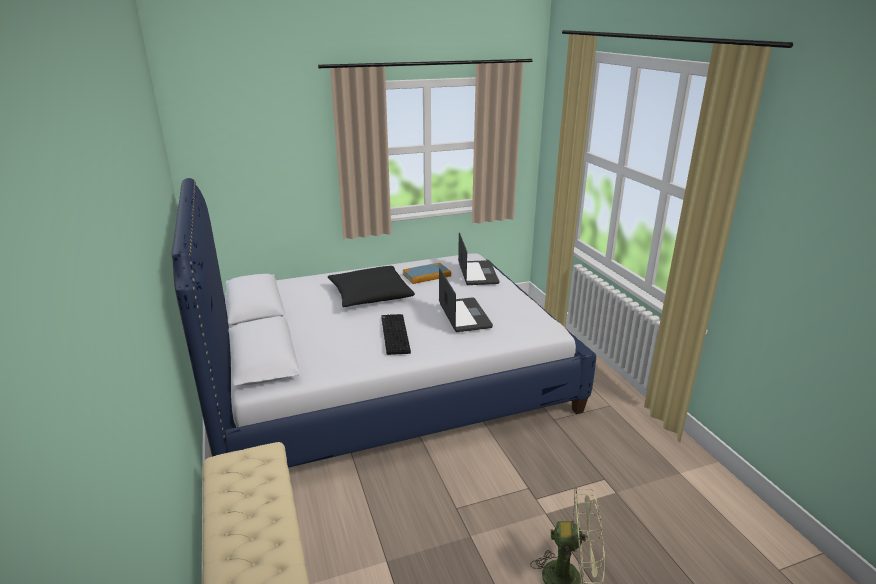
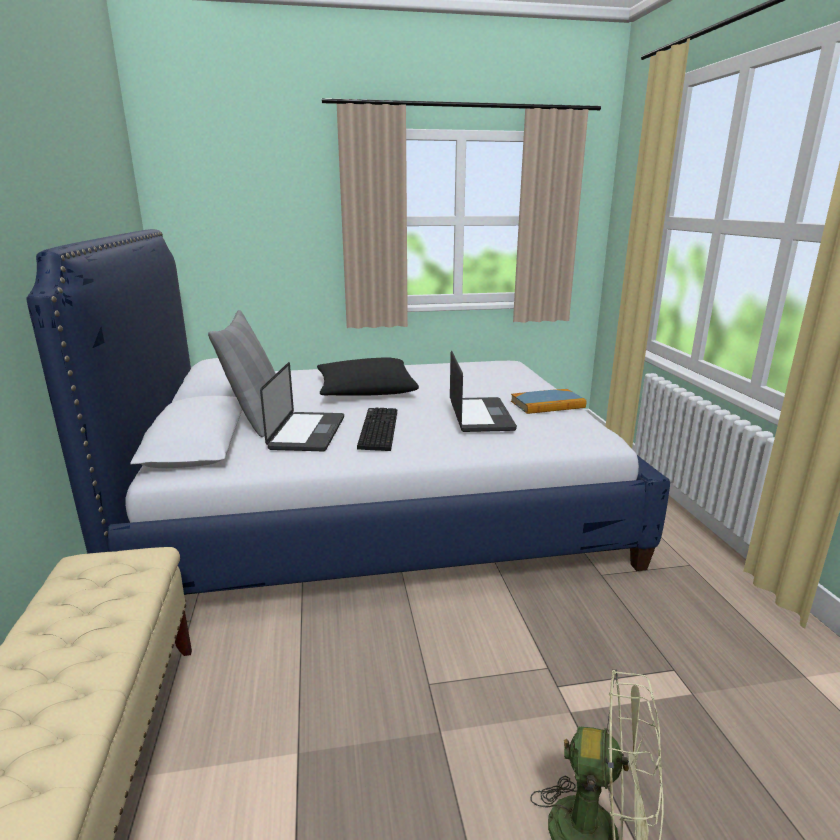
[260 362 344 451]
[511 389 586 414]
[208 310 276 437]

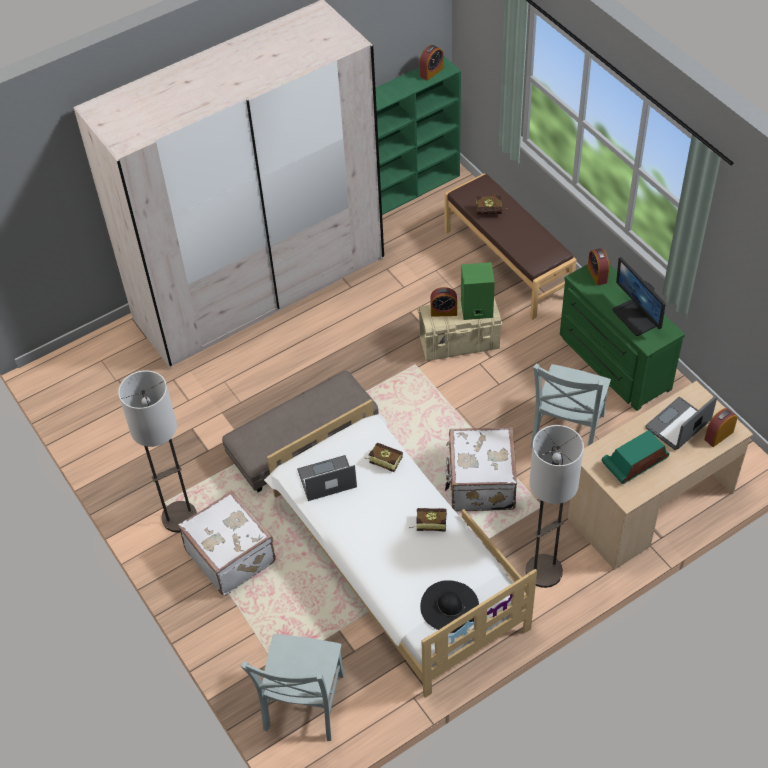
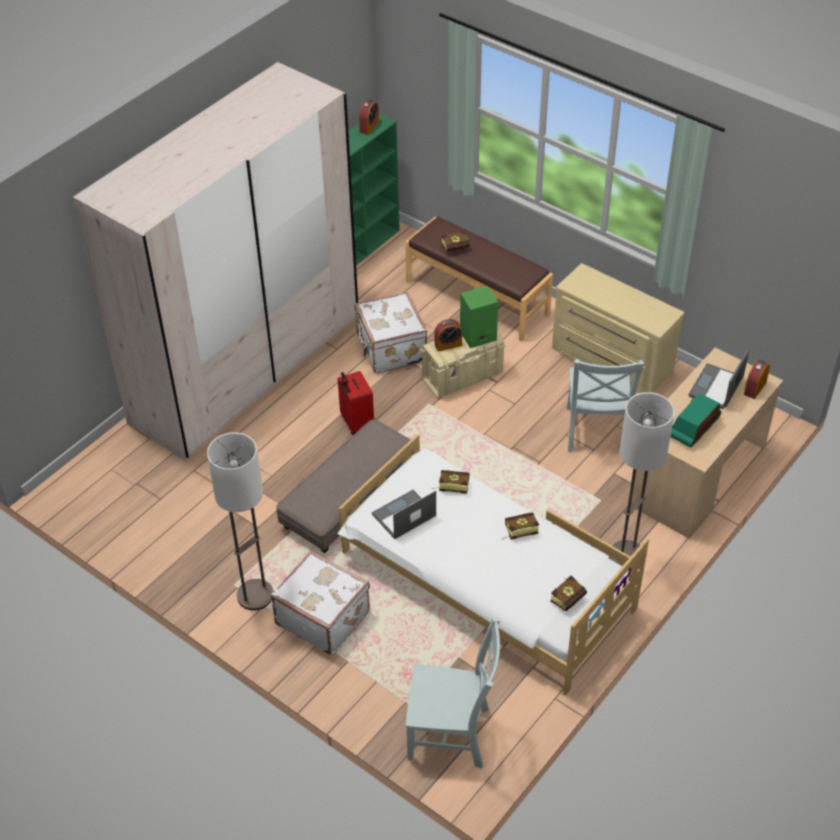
[587 248 609 286] (first image)
[612 257 666 336] (first image)
[552 263 685 393]
[355 292 427 373]
[550 575 587 611]
[406 617 500 769]
[338 371 374 435]

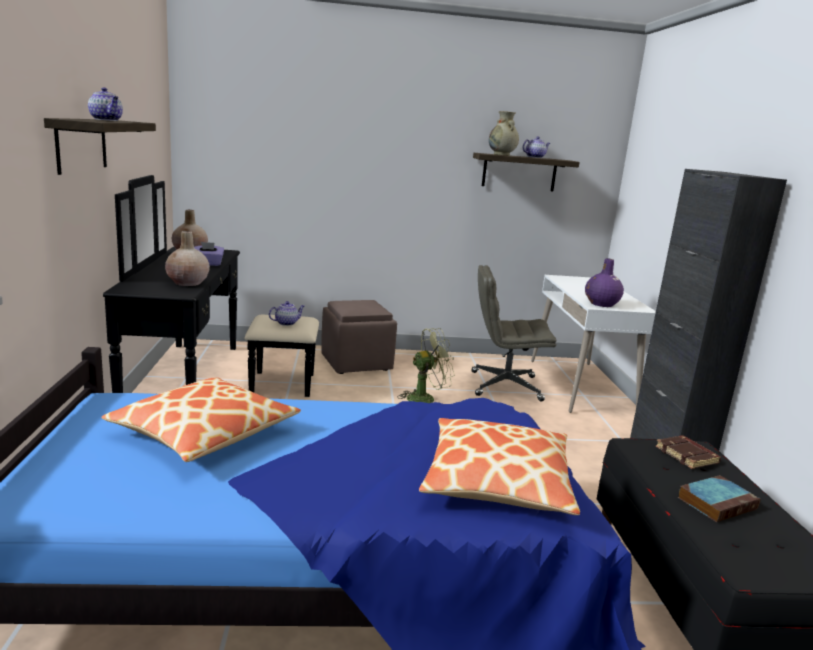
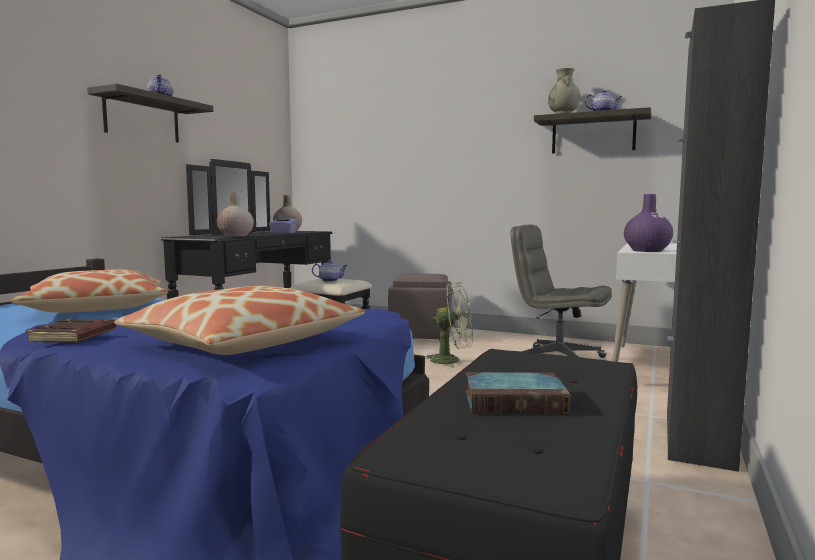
[26 318 116 343]

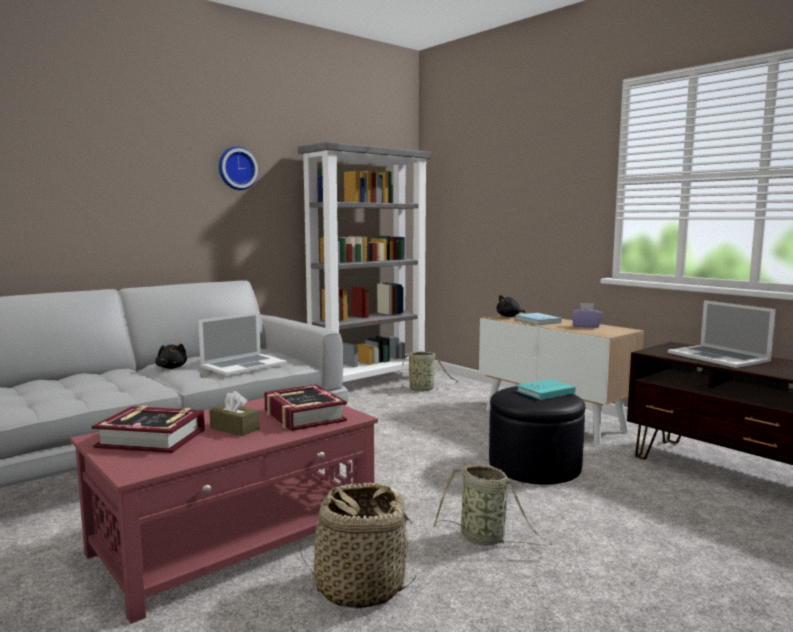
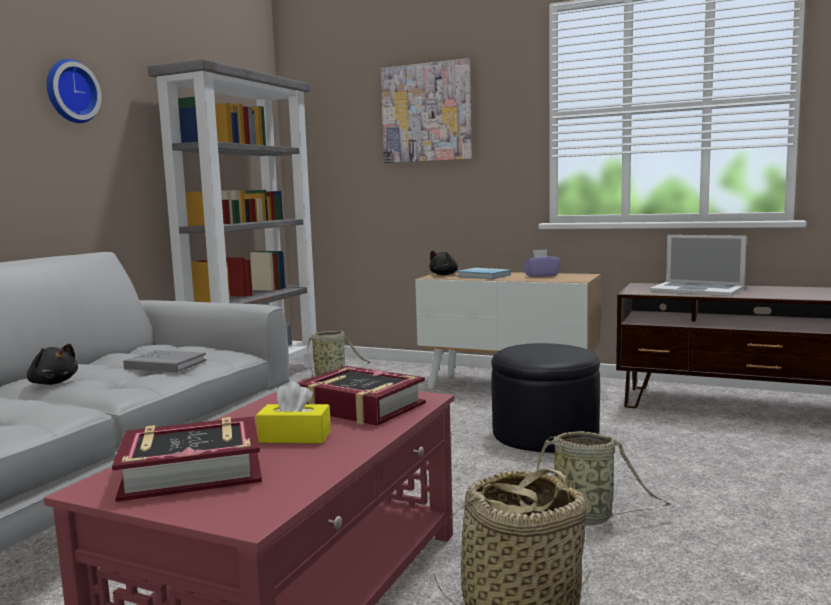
[123 350 206 373]
[516 379 575 400] (first image)
[256 381 331 443]
[381 58 472 163]

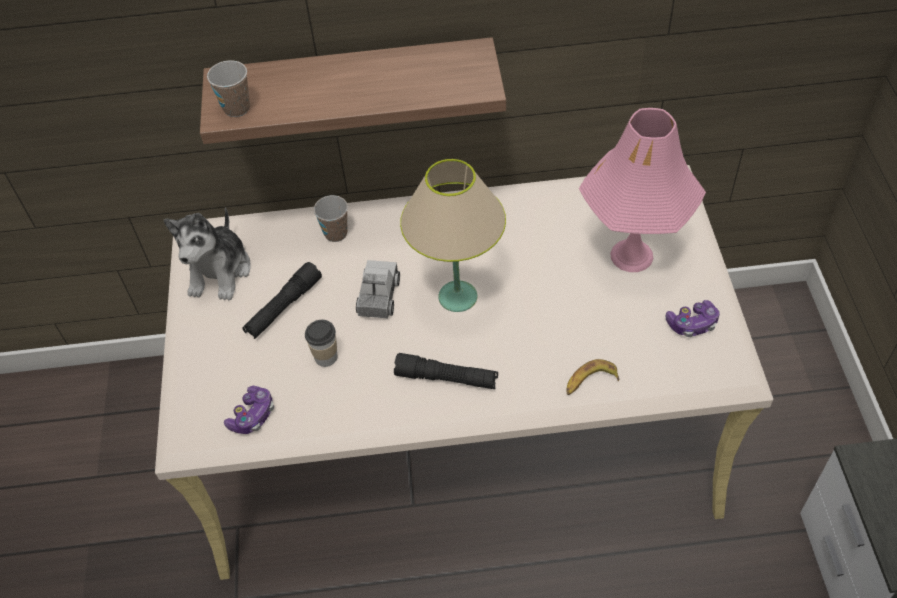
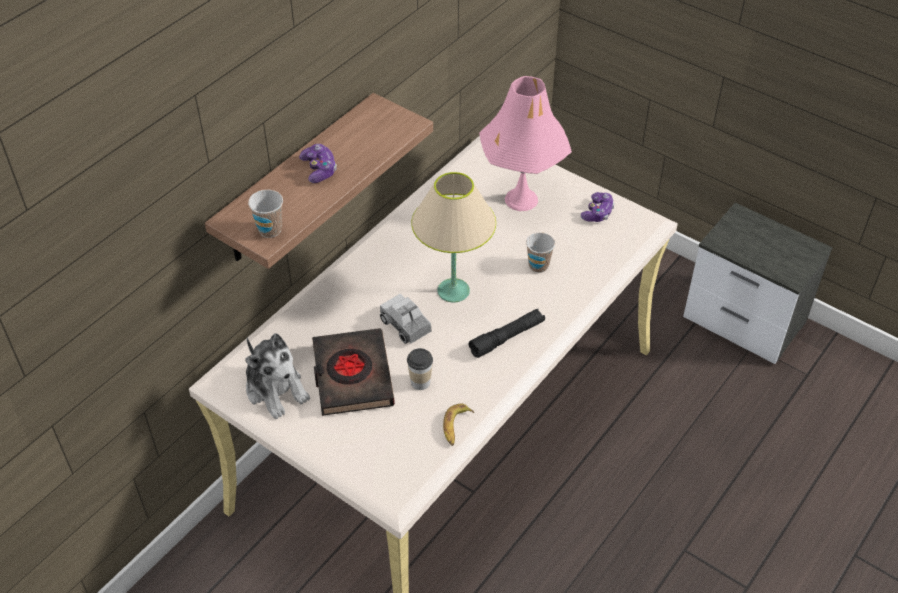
[526 232 555 273]
[312 328 395 416]
[443 403 474 446]
[299 144 337 183]

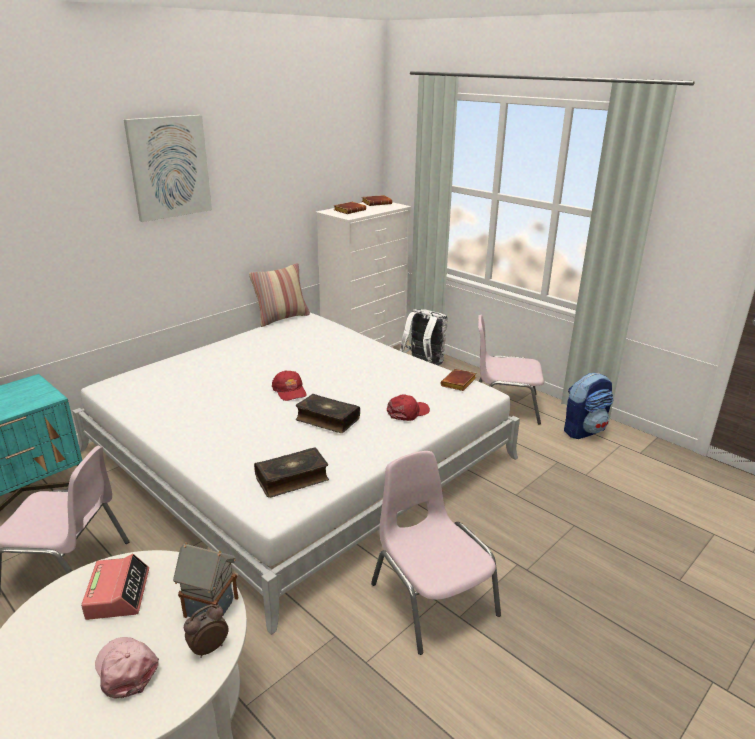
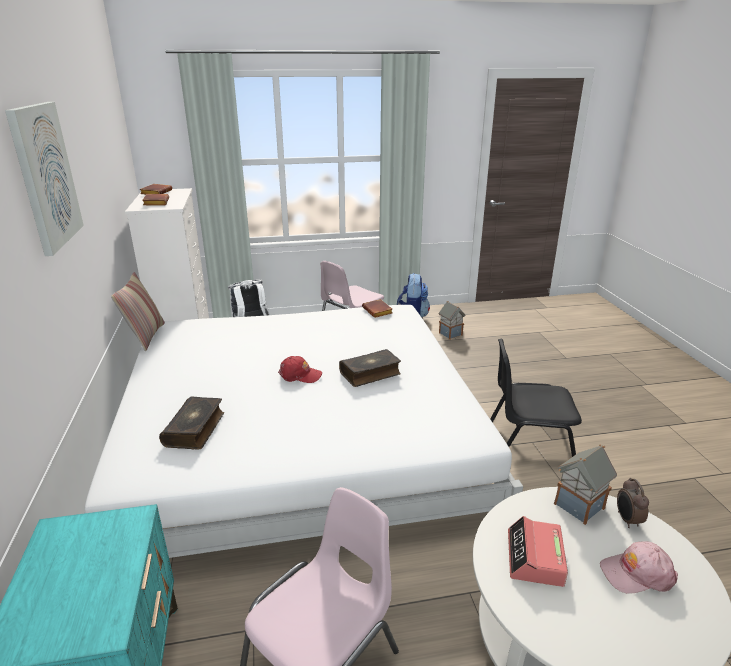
[387 394 430 421] (first image)
[159 396 224 450]
[490 339 582 457]
[508 516 568 587]
[439 301 466 340]

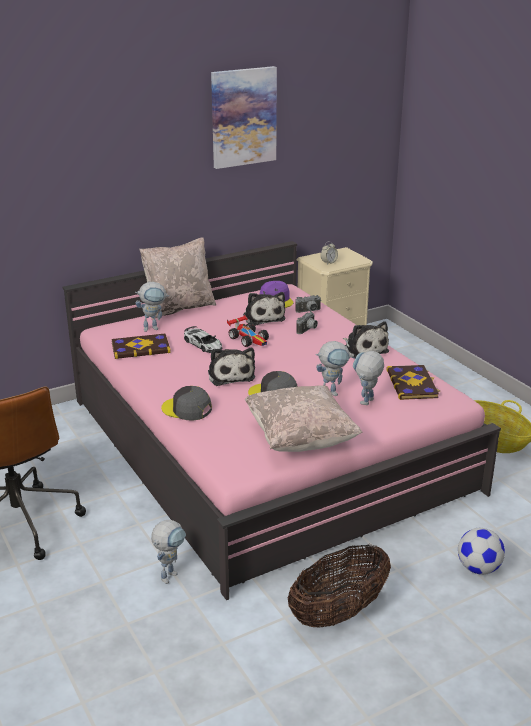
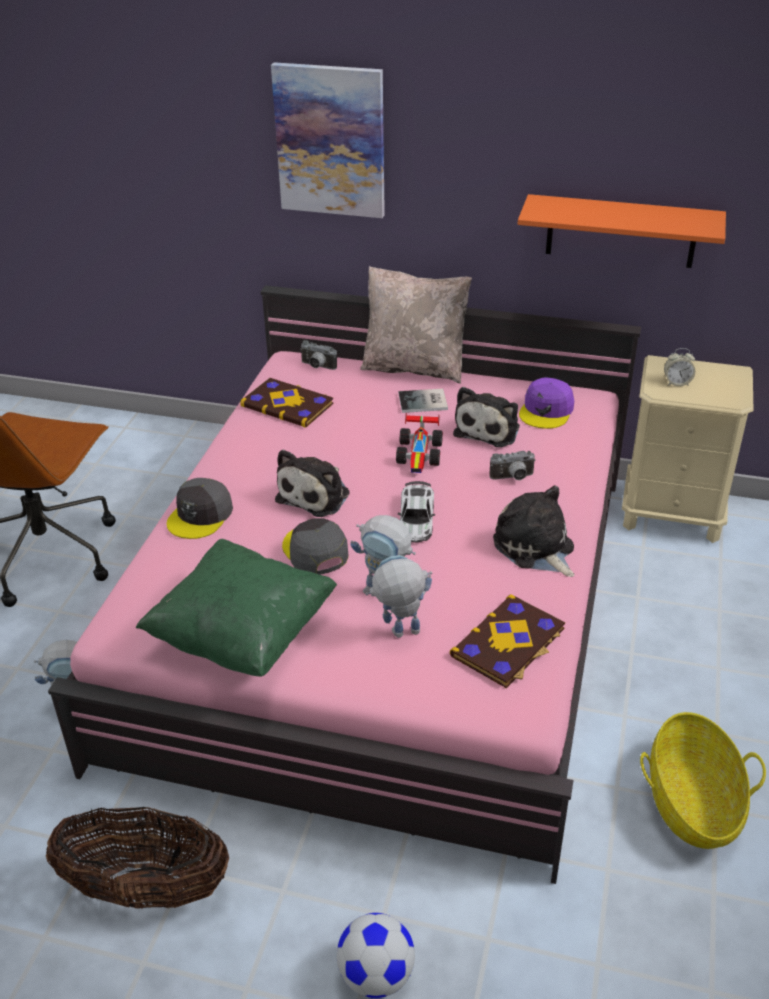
[271 62 385 218]
[135 282 169 332] (first image)
[300 340 337 370]
[493 486 574 577]
[398 481 435 542]
[135 539 337 677]
[167 478 233 539]
[518 194 726 268]
[398 389 448 413]

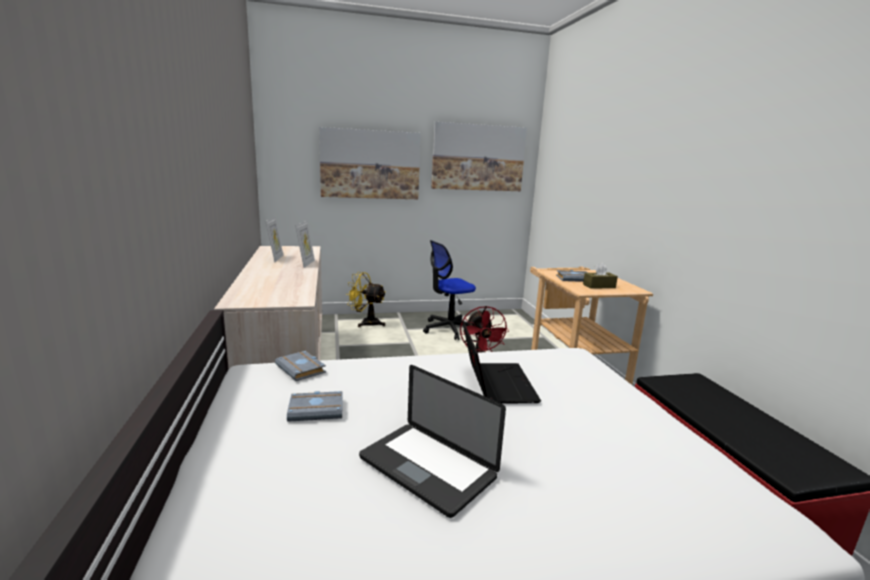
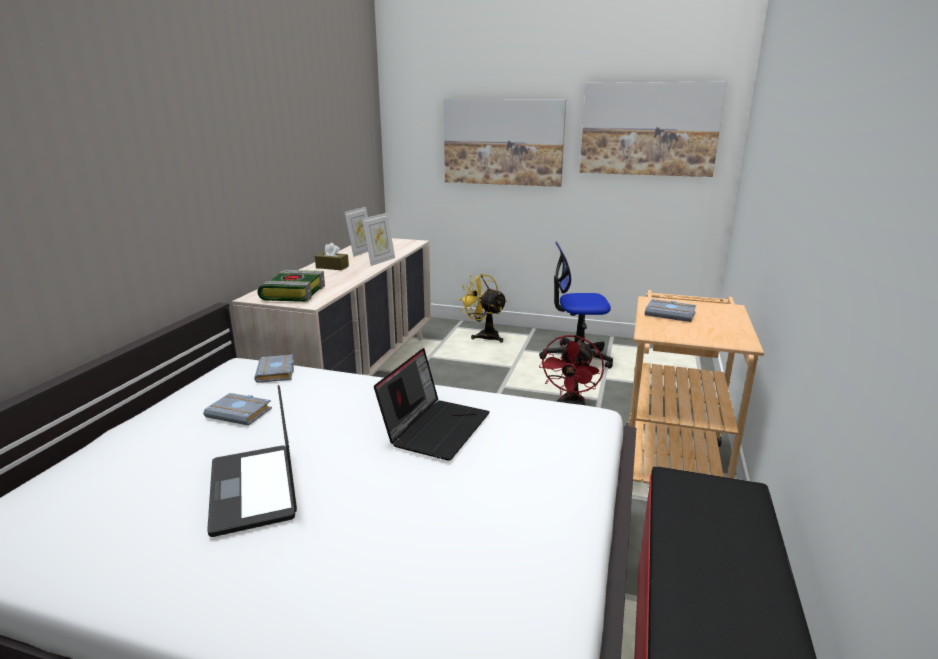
[315 243 349 270]
[257 270 325 302]

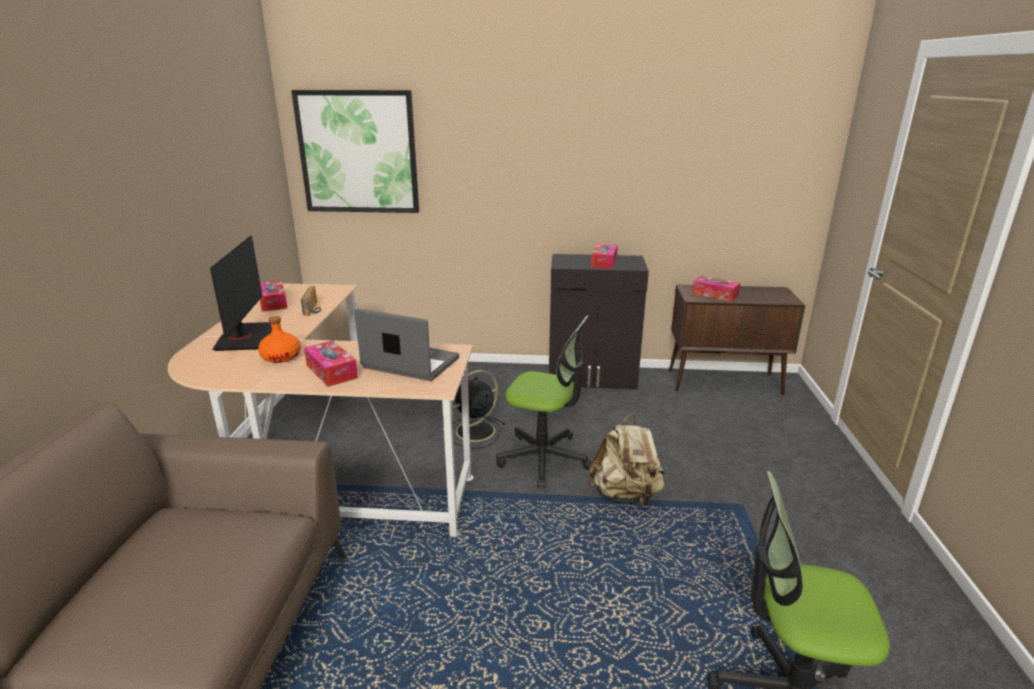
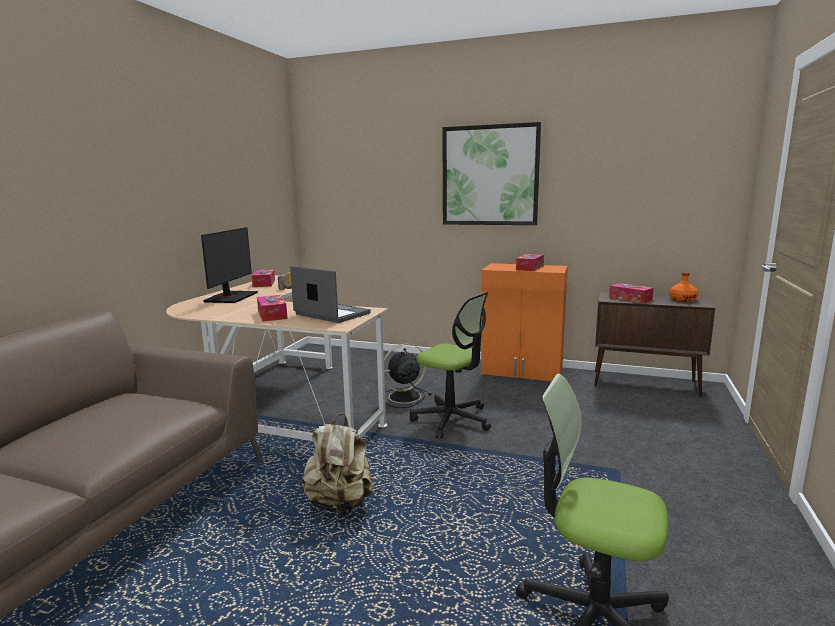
[442 122 541 225]
[481 263 568 381]
[669 272 698 302]
[302 414 374 516]

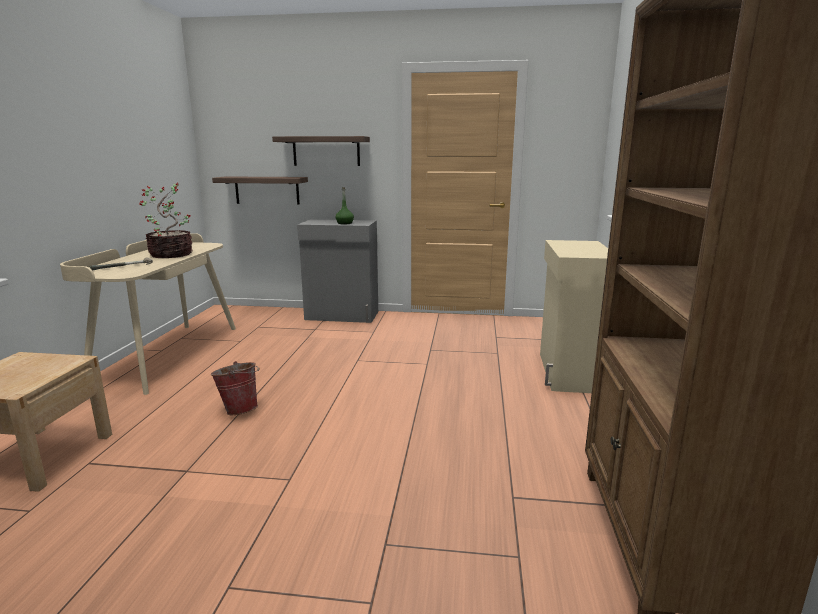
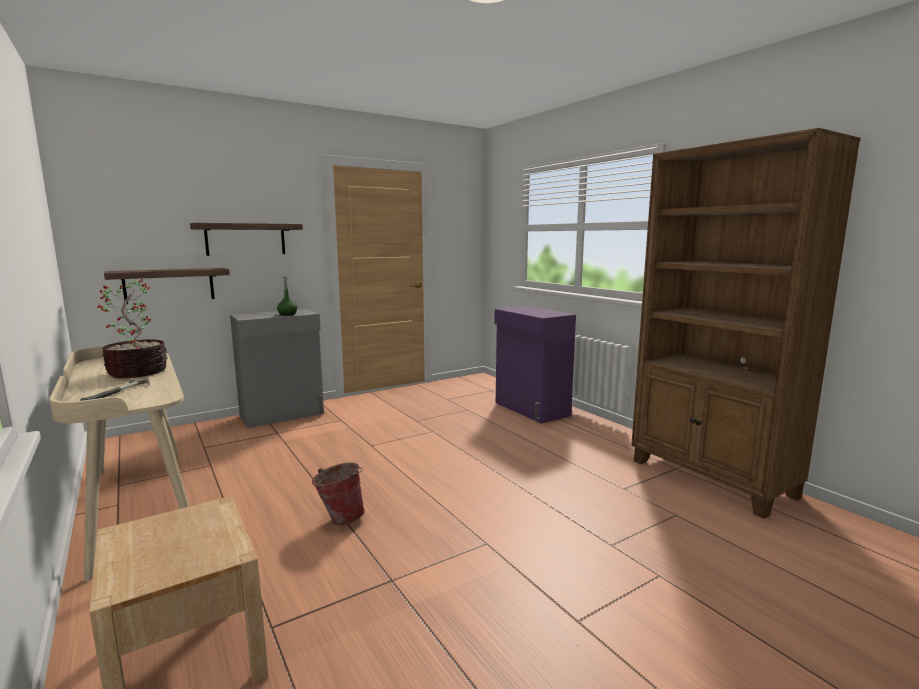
[494 306 576 424]

